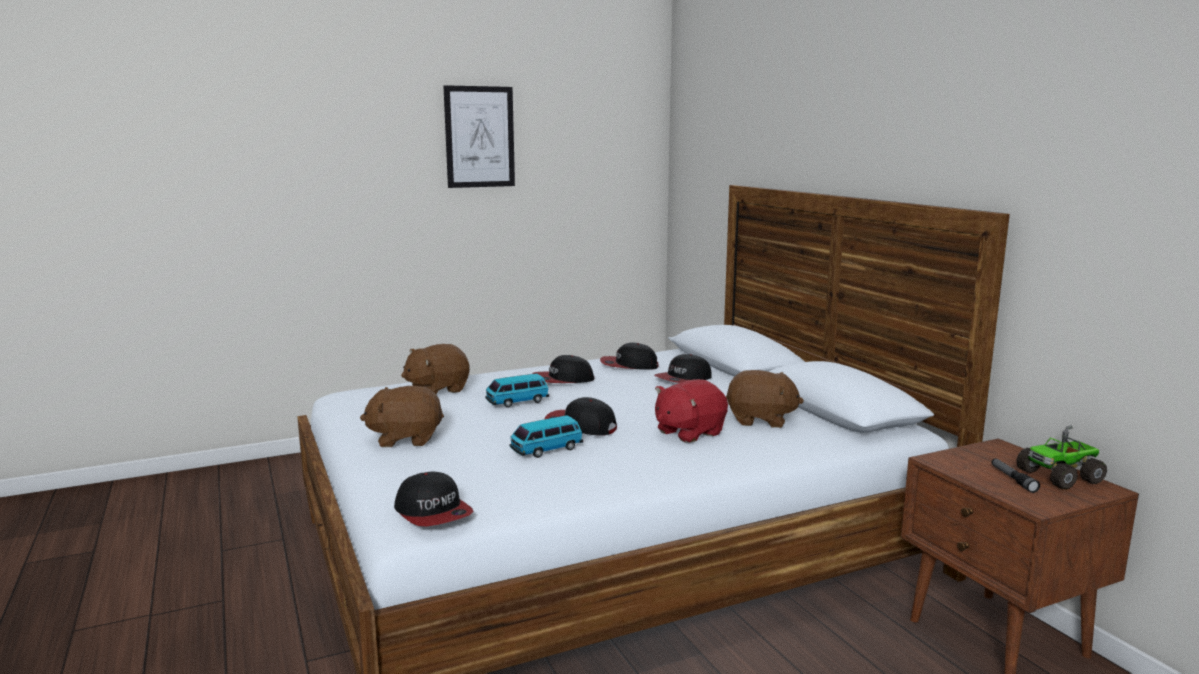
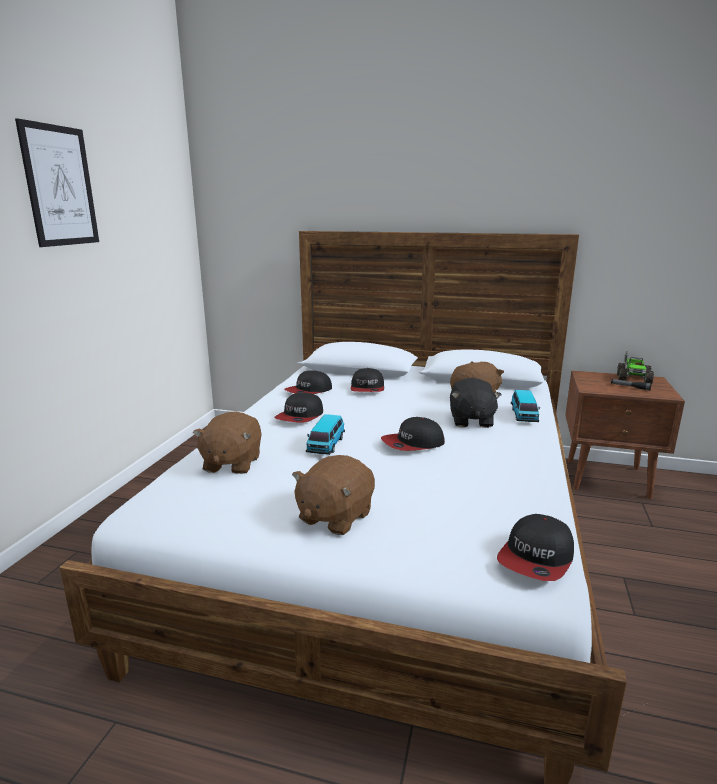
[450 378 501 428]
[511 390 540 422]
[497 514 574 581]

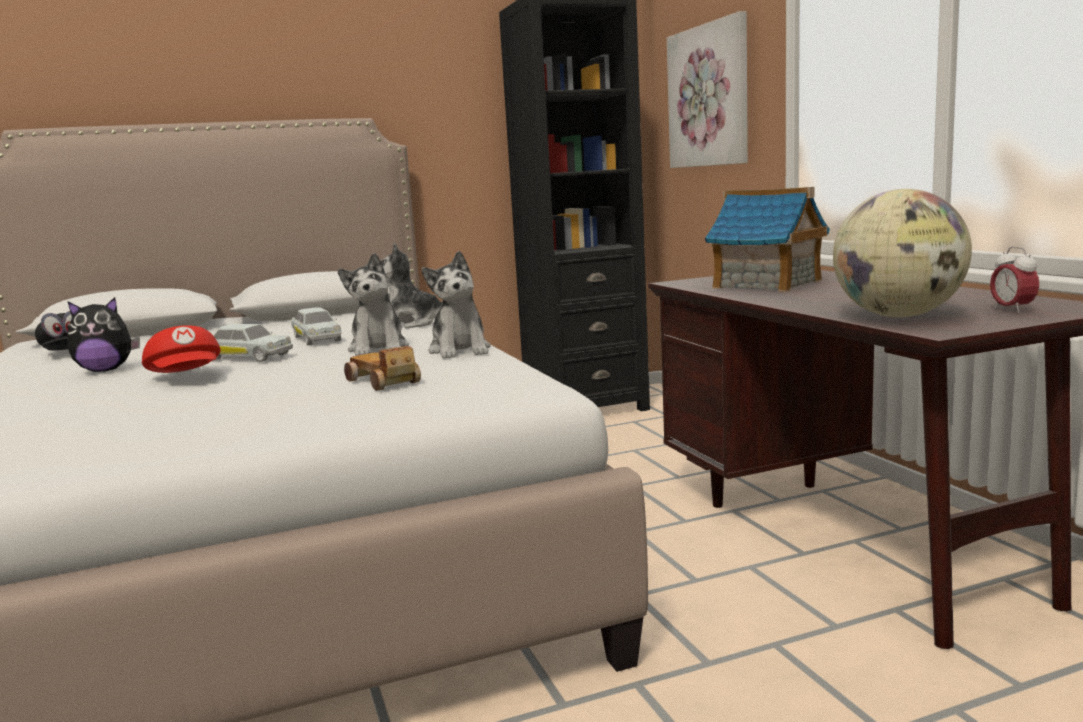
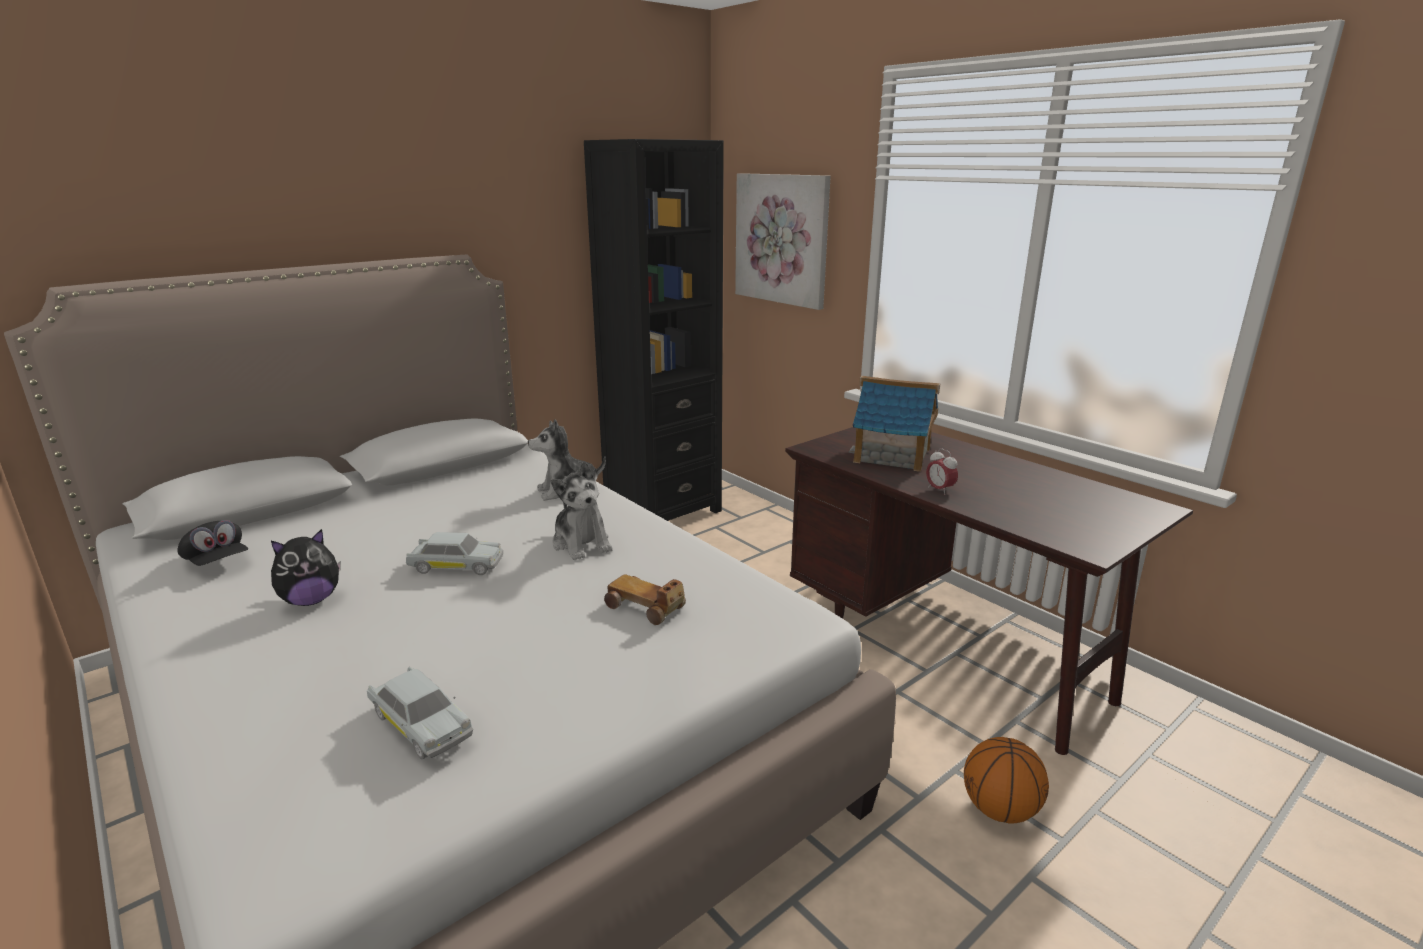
[833 189 972 317] (first image)
[926 448 958 495]
[422 251 491 359] (first image)
[367 667 473 759]
[142 325 221 373] (first image)
[964 737 1049 823]

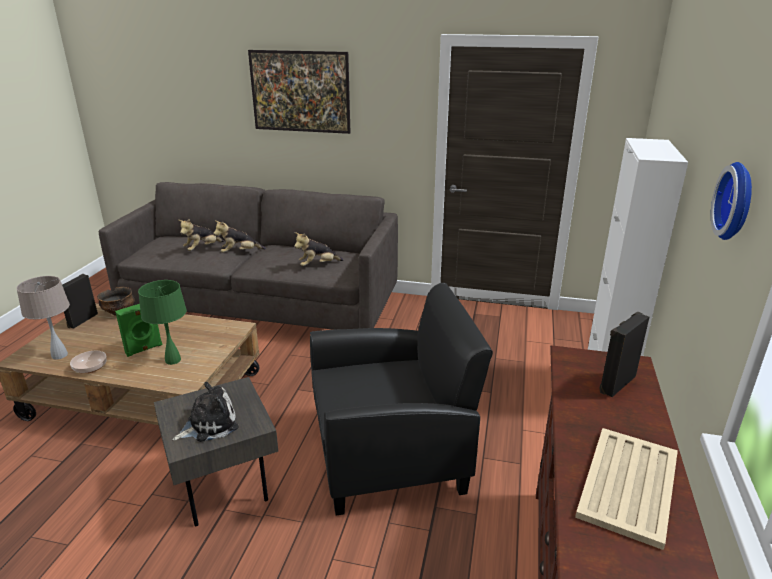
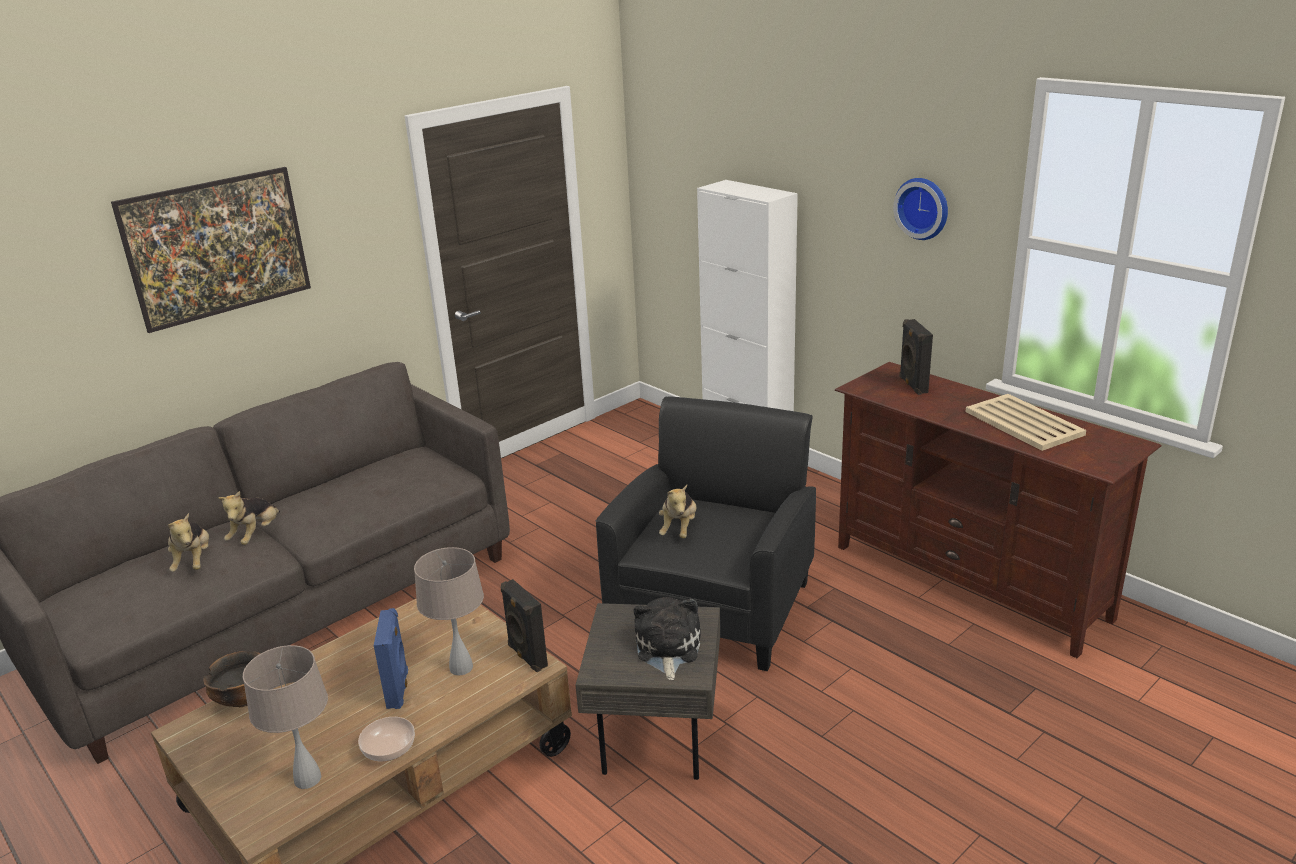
[659 485 696 538]
[501 579 548 672]
[414 547 484 675]
[374 608 408 709]

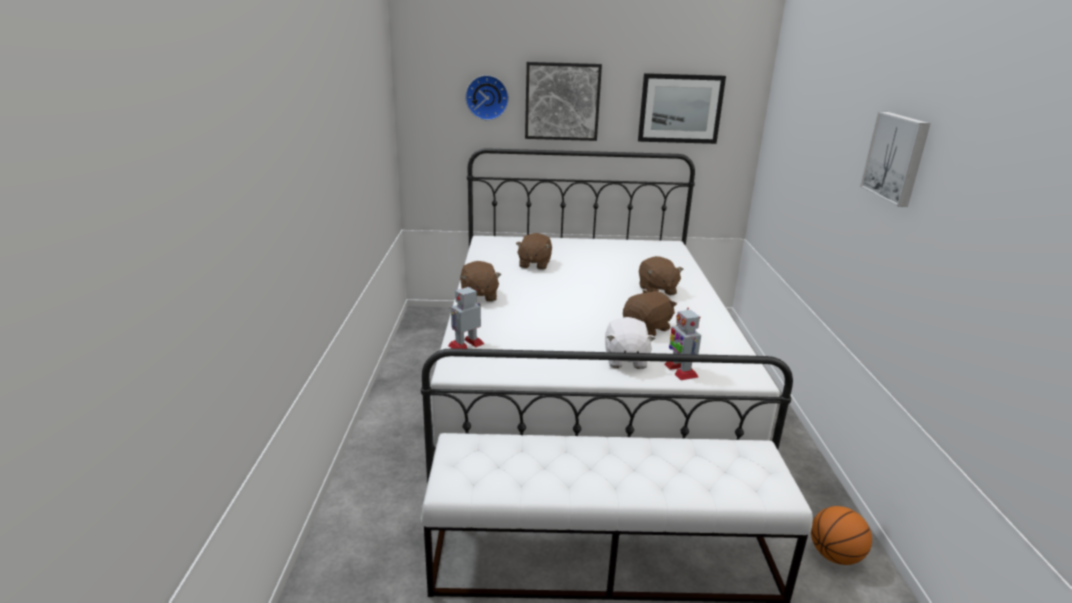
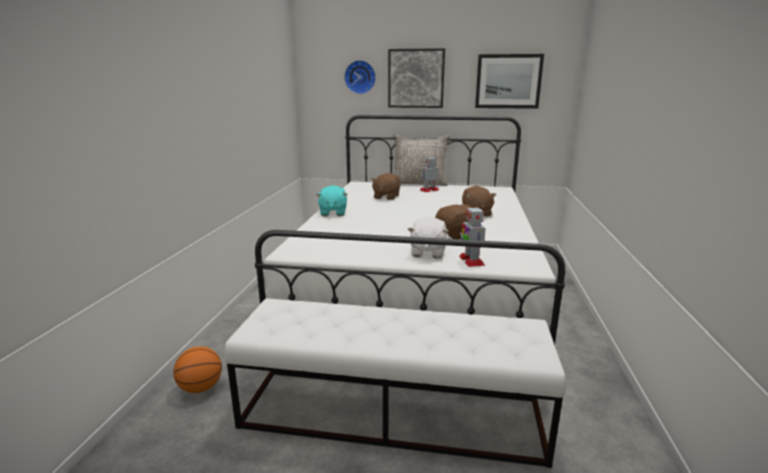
[860 111 930 207] (first image)
[316 185 348 216]
[420 157 439 192]
[173 346 222 393]
[393 134 450 186]

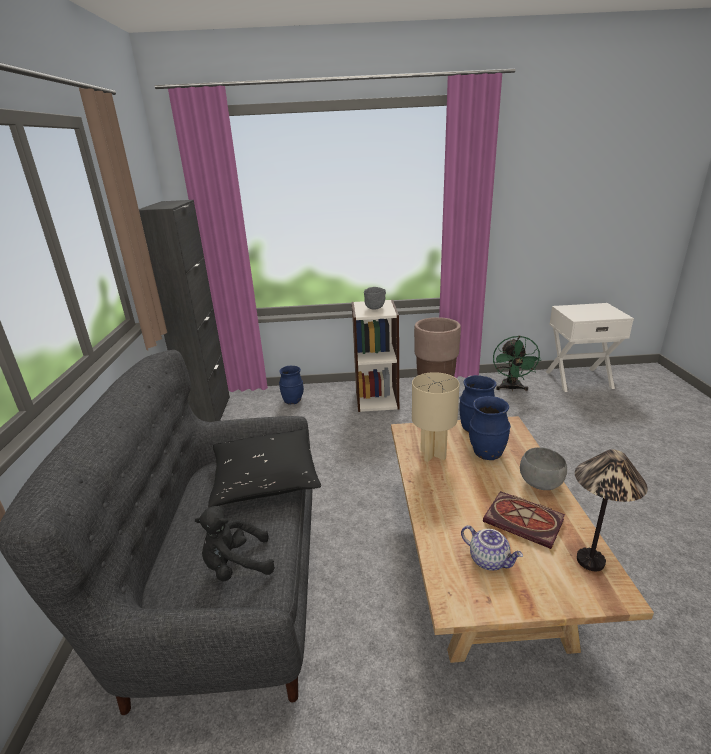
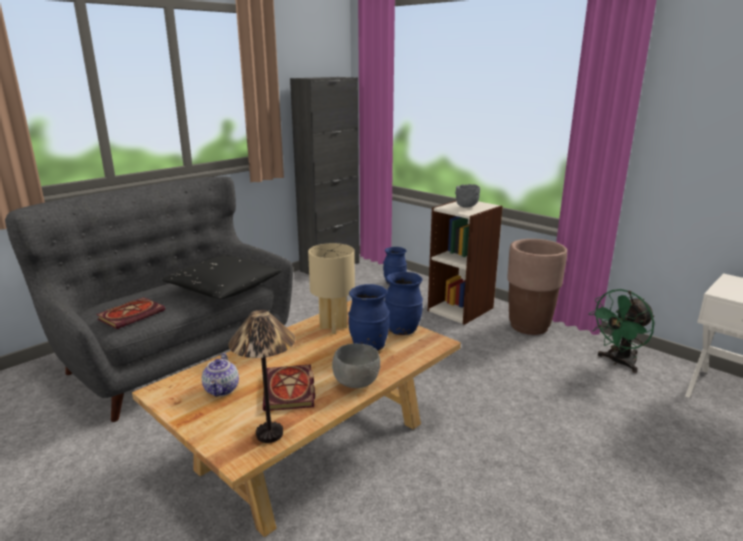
[96 297 165 329]

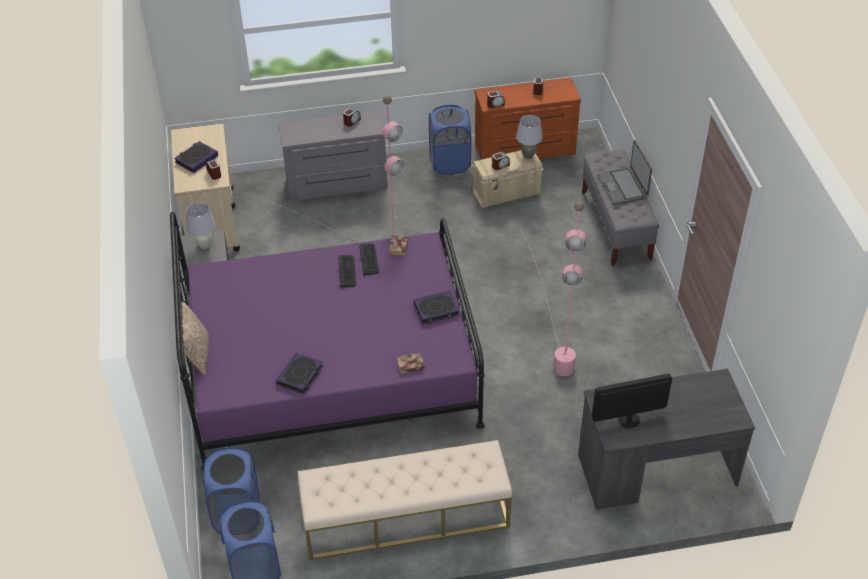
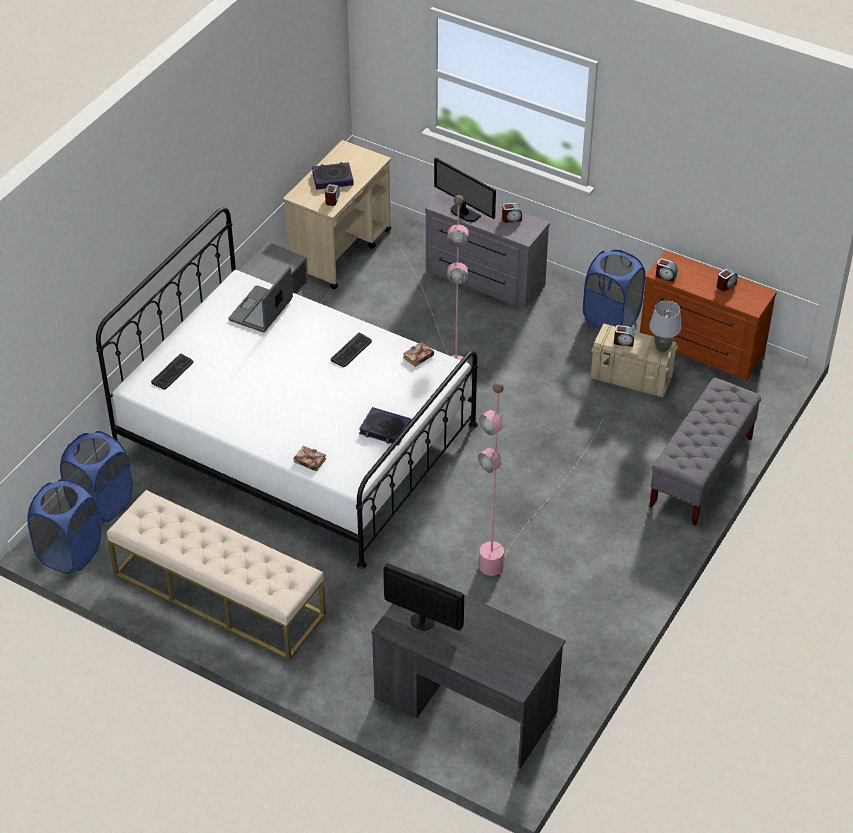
[229 266 293 332]
[186 203 215 249] (first image)
[96 207 478 569]
[151 354 193 390]
[181 302 209 376] (first image)
[276 352 323 394] (first image)
[434 157 496 222]

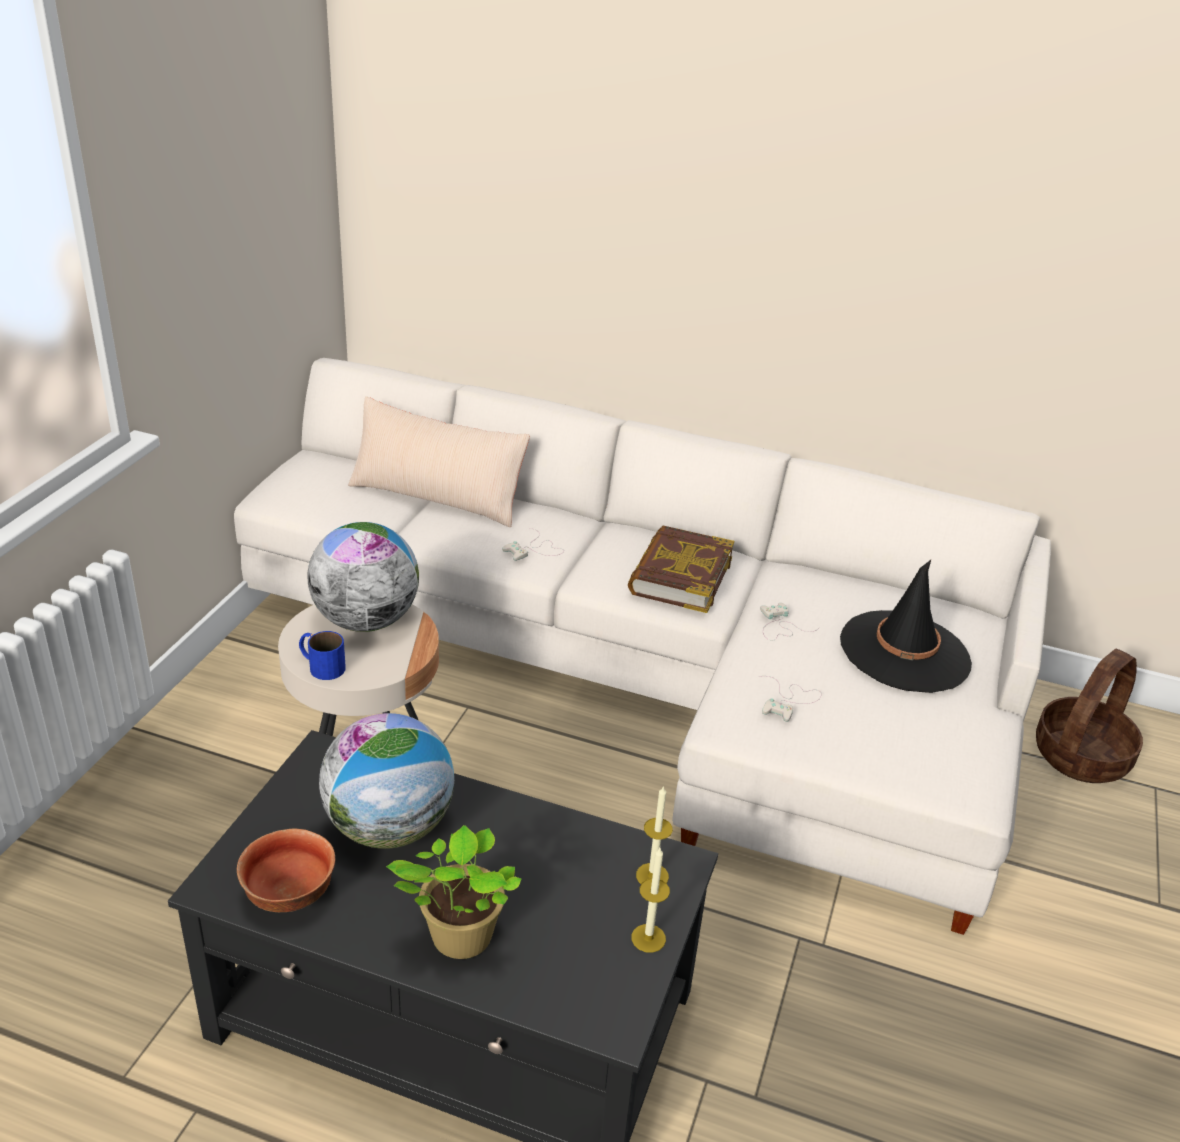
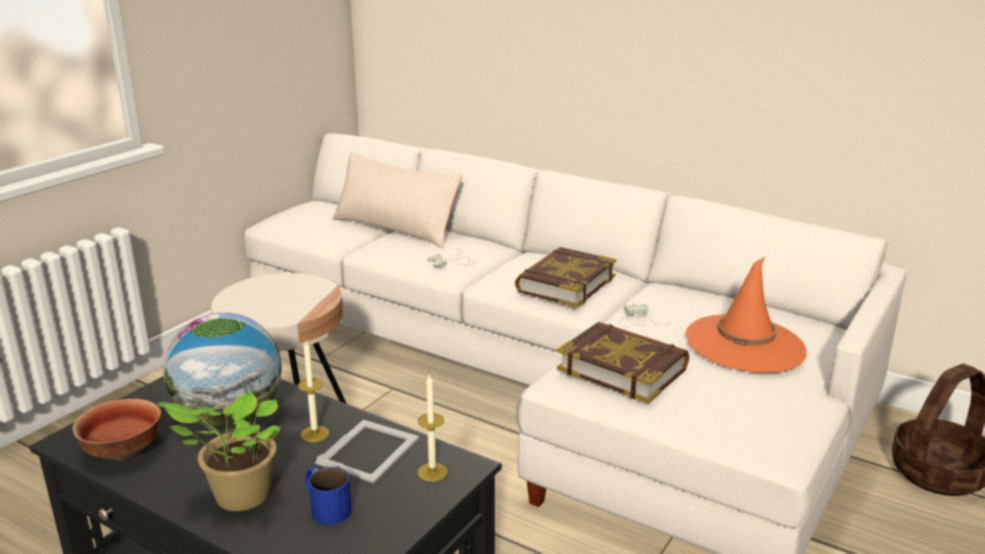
[307 522 419 632] (first image)
[685 257 807 373]
[305 467 352 525]
[557 322 689 403]
[298 342 329 442]
[315 420 419 483]

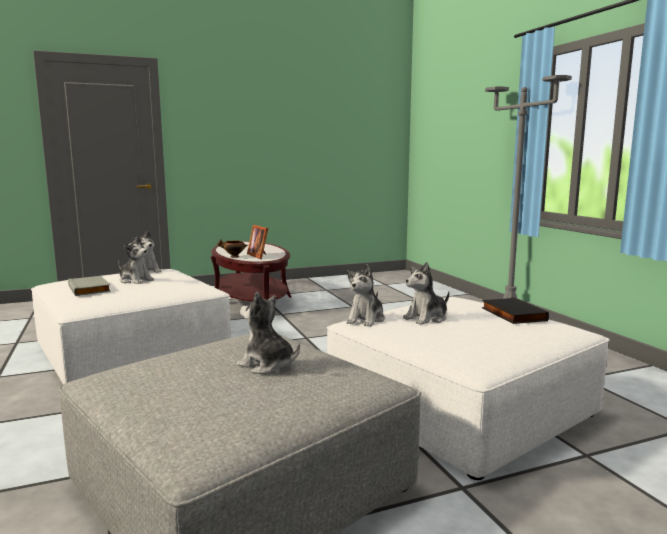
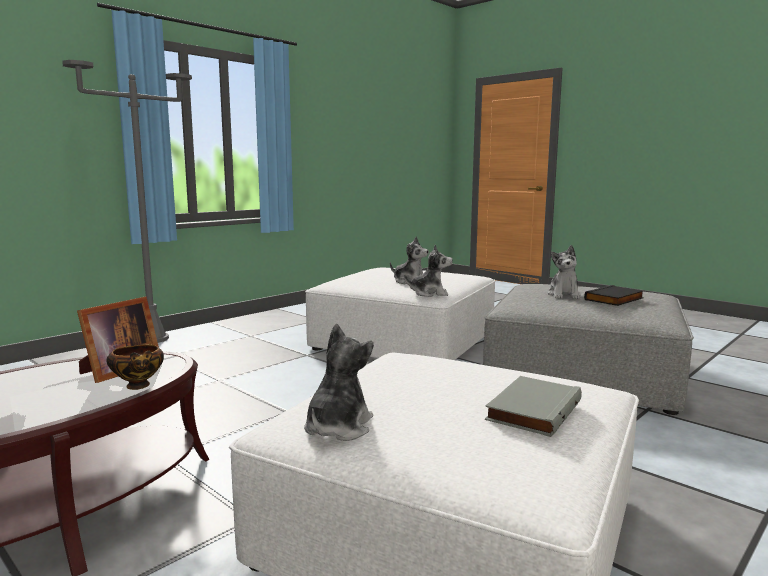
[118 236 154 284] (first image)
[584 285 644 306]

